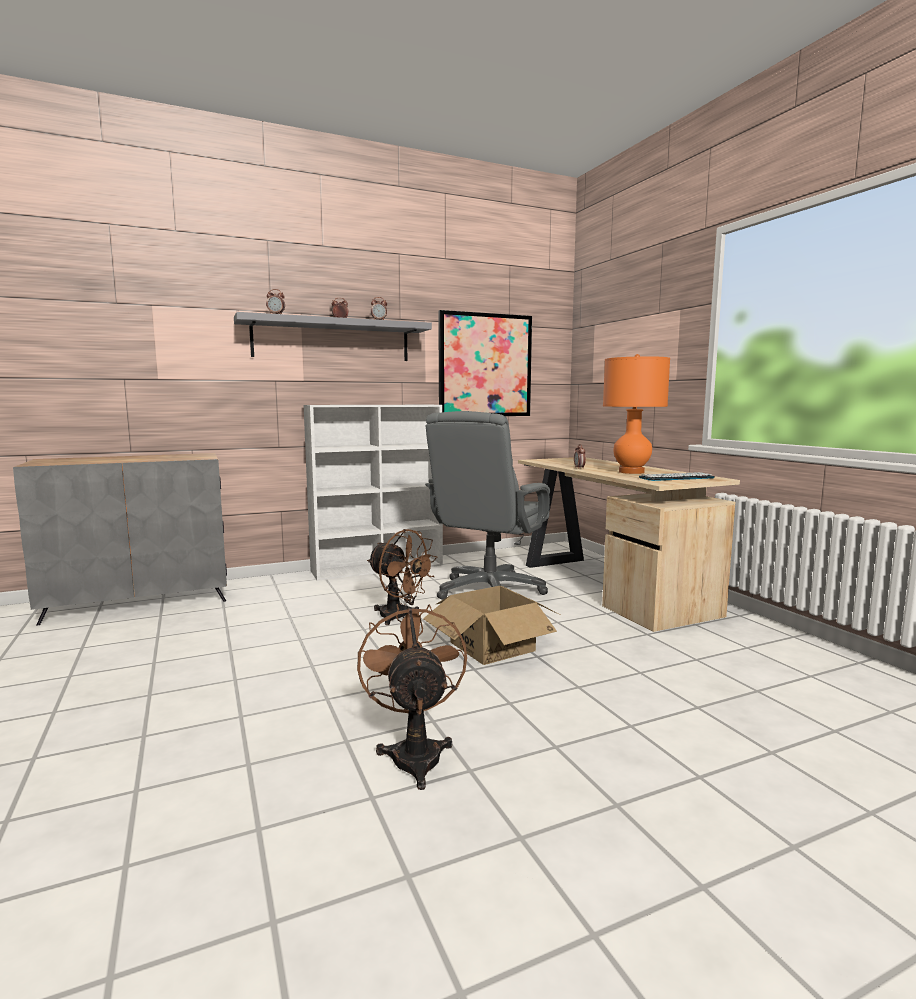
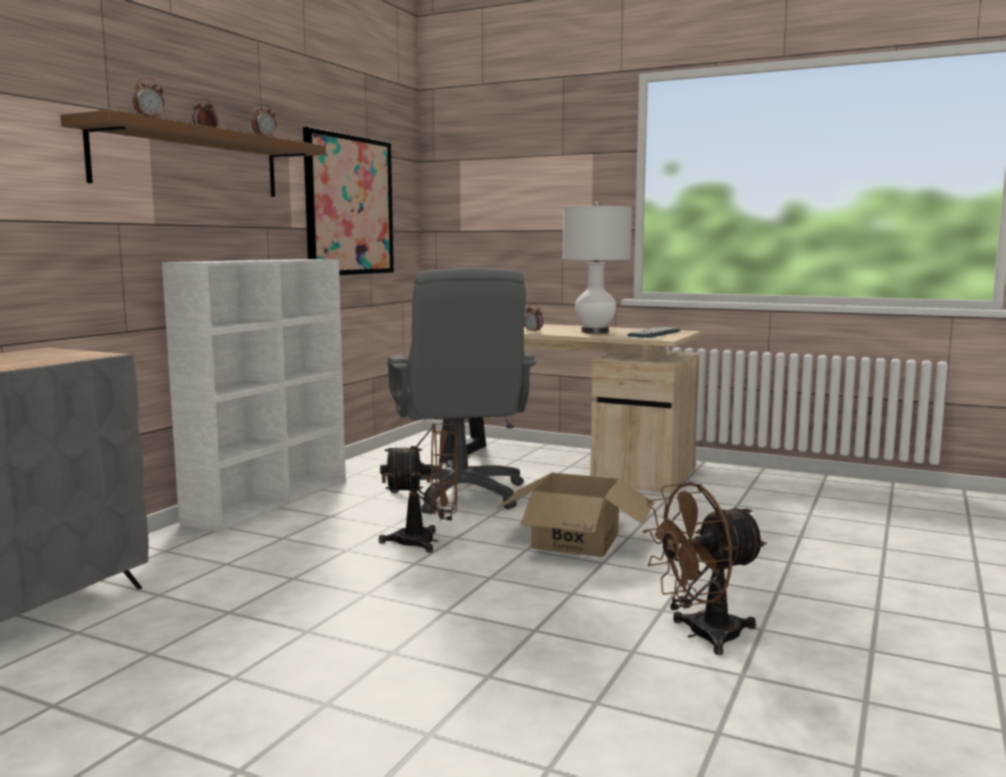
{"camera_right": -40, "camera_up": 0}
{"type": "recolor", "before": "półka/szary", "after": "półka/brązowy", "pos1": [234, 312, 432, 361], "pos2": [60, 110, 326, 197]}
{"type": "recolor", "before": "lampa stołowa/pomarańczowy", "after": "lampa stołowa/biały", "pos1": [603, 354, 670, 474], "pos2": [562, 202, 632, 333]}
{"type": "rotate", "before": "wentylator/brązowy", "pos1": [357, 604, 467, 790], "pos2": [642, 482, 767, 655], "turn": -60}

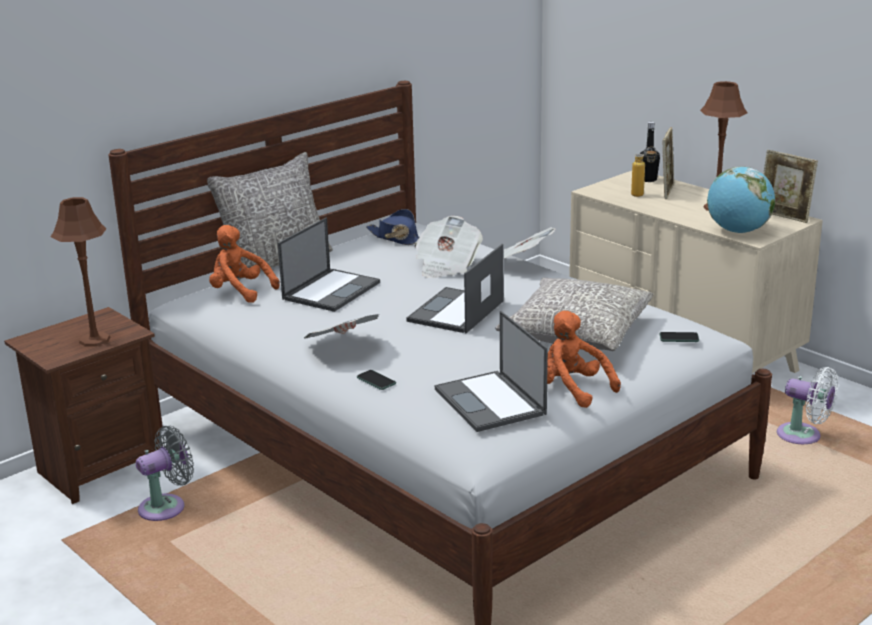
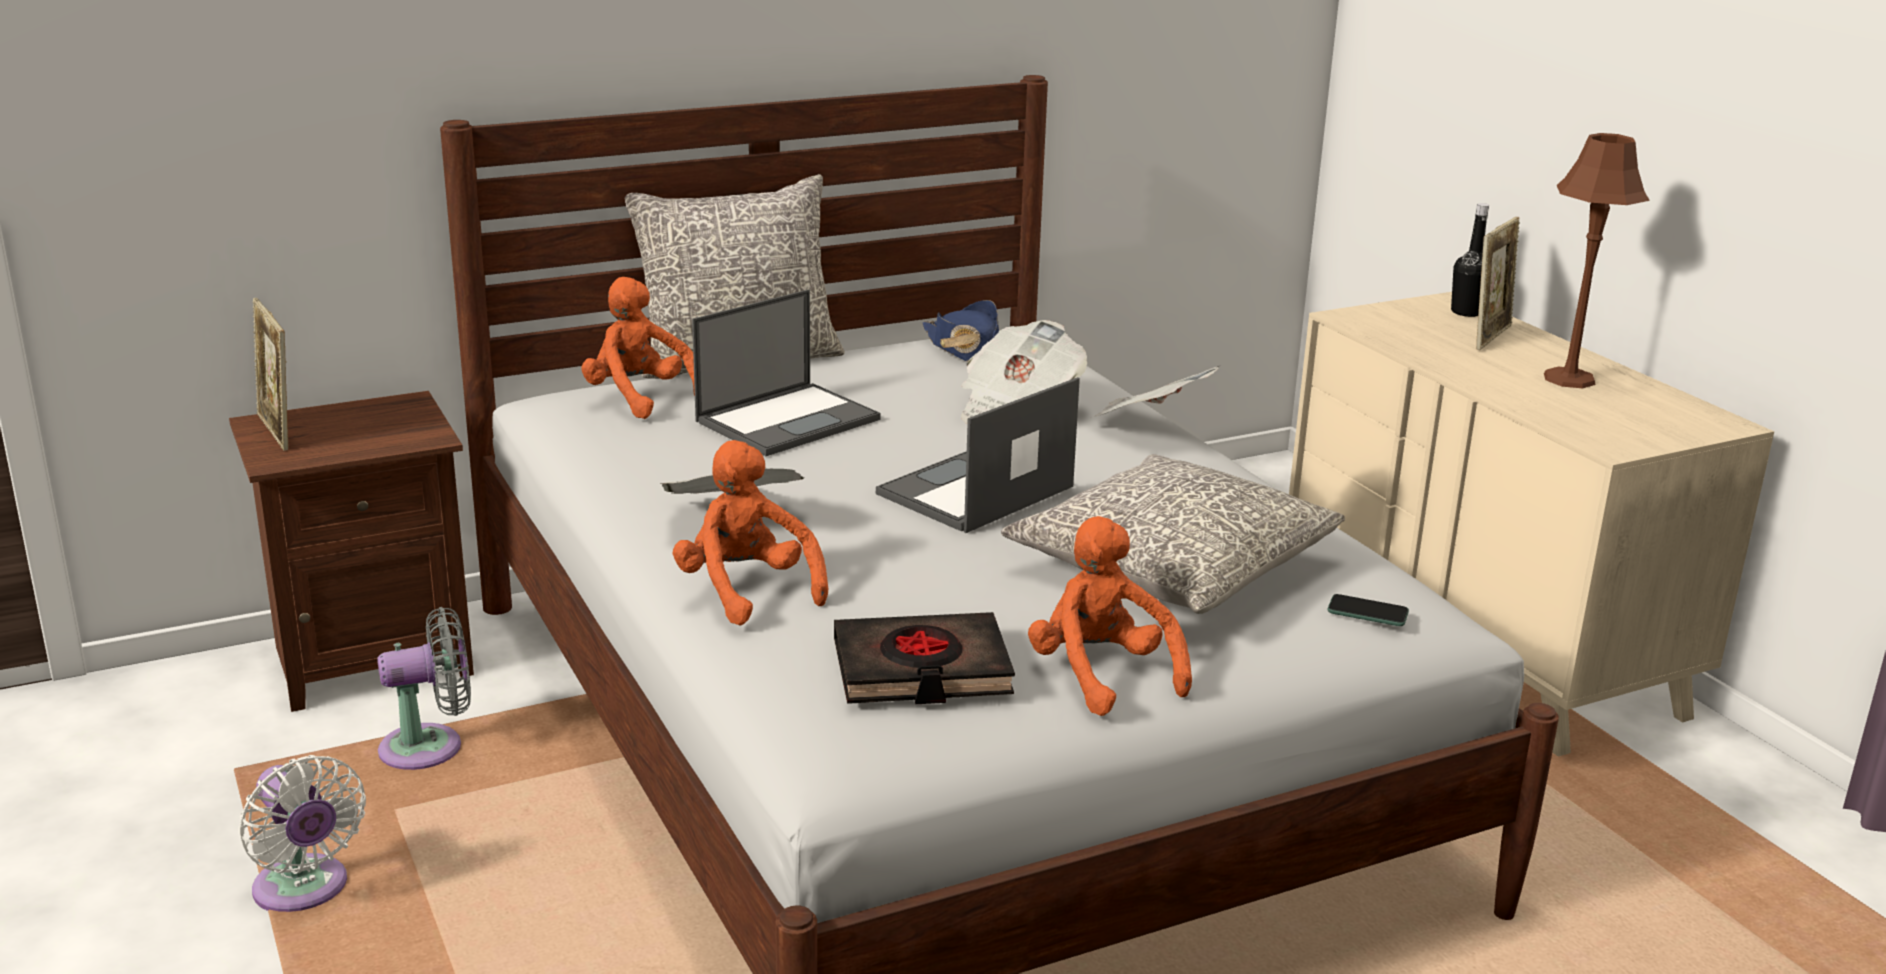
{"camera_right": 15, "camera_up": 0}
{"type": "delete", "before": "lampa stołowa/brązowy", "pos1": [51, 197, 111, 347]}
{"type": "delete", "before": "butelka", "pos1": [631, 147, 657, 197]}
{"type": "delete", "before": "globus", "pos1": [707, 167, 775, 233]}
{"type": "move", "before": "ramka na zdjęcie", "pos1": [763, 150, 818, 223], "pos2": [252, 298, 288, 451]}
{"type": "move", "before": "wentylator/biały", "pos1": [777, 367, 838, 444], "pos2": [238, 755, 366, 912]}
{"type": "replace", "before": "telefon", "after": "pluszak/pomarańczowy", "pos1": [357, 370, 396, 390], "pos2": [672, 440, 828, 626]}
{"type": "replace", "before": "laptop", "after": "książka/czarny", "pos1": [435, 311, 548, 432], "pos2": [834, 612, 1015, 704]}

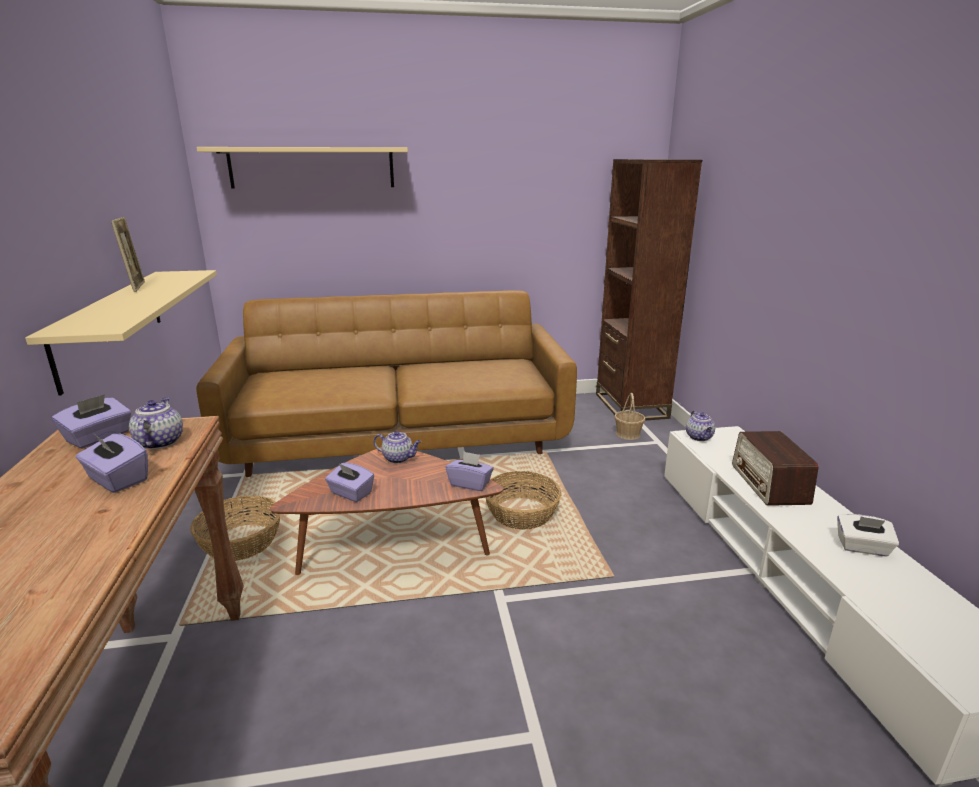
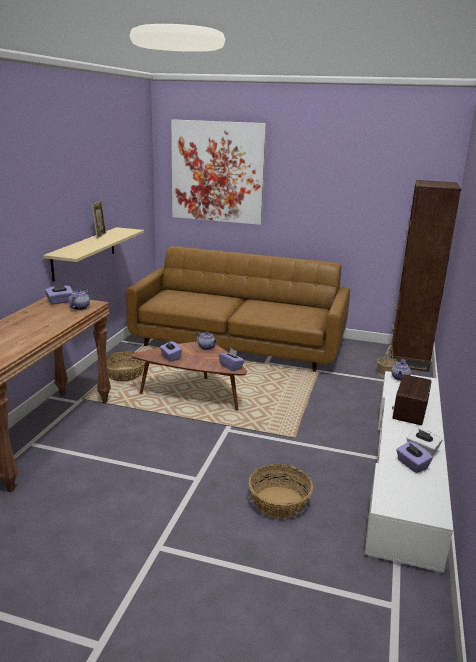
{"camera_right": 25, "camera_up": 0}
{"type": "move", "before": "pudełko chusteczek/fioletowy", "pos1": [76, 432, 148, 493], "pos2": [396, 441, 433, 473]}
{"type": "move", "before": "koszyk", "pos1": [485, 471, 561, 530], "pos2": [249, 464, 313, 518]}
{"type": "replace", "before": "półka/beżowy", "after": "obraz", "pos1": [196, 147, 408, 189], "pos2": [171, 119, 267, 225]}

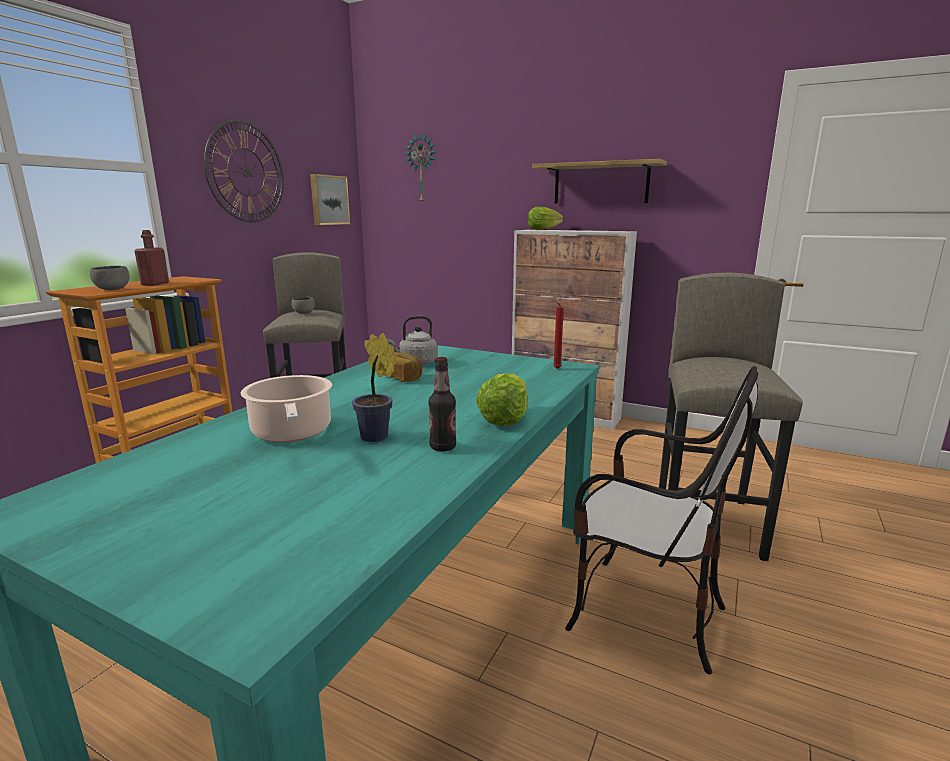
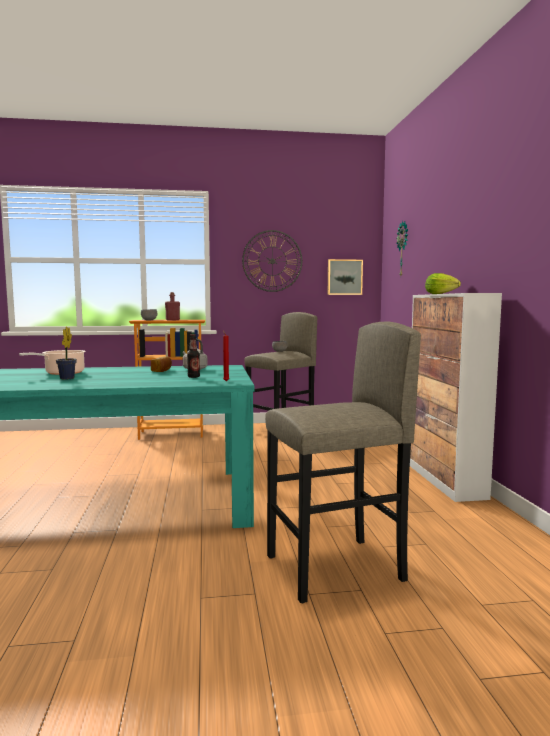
{"camera_right": 55, "camera_up": -10}
{"type": "delete", "before": "sałata", "pos1": [476, 373, 527, 426]}
{"type": "delete", "before": "półka", "pos1": [532, 159, 667, 204]}
{"type": "delete", "before": "krzesło", "pos1": [565, 366, 758, 674]}
{"type": "move", "before": "butelka", "pos1": [429, 357, 456, 451], "pos2": [187, 334, 200, 378]}

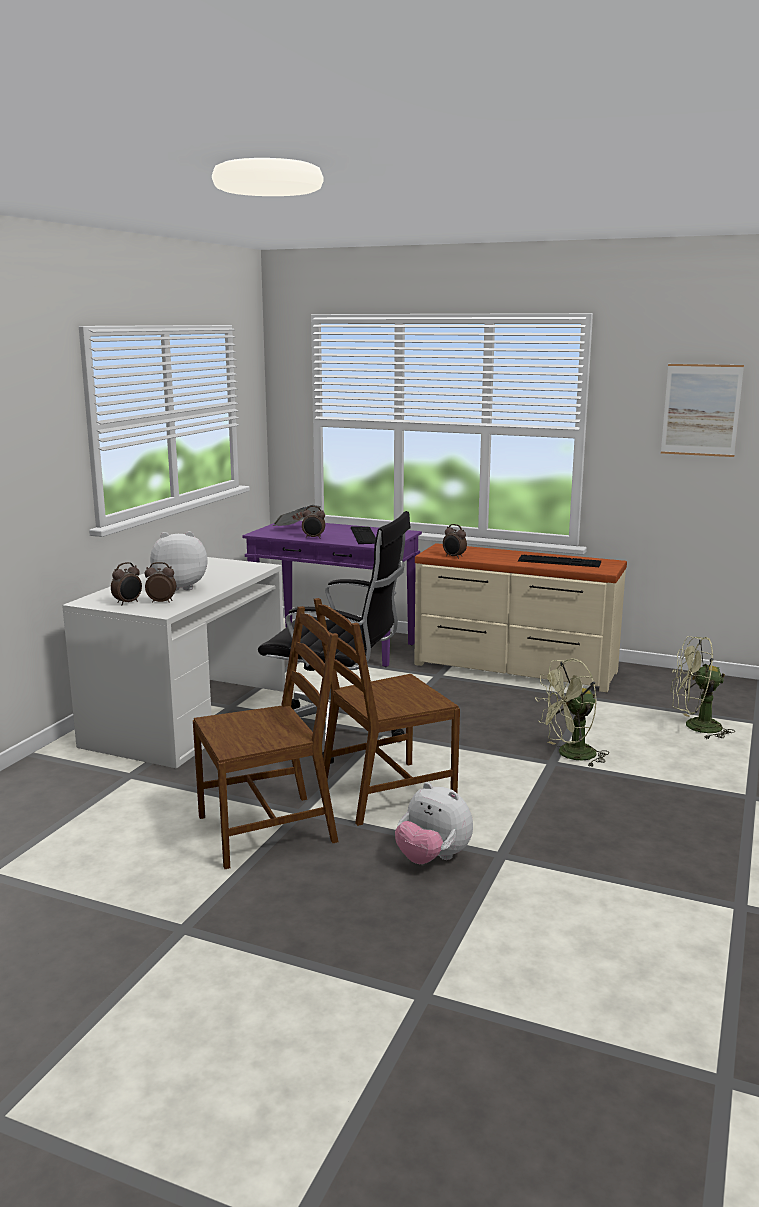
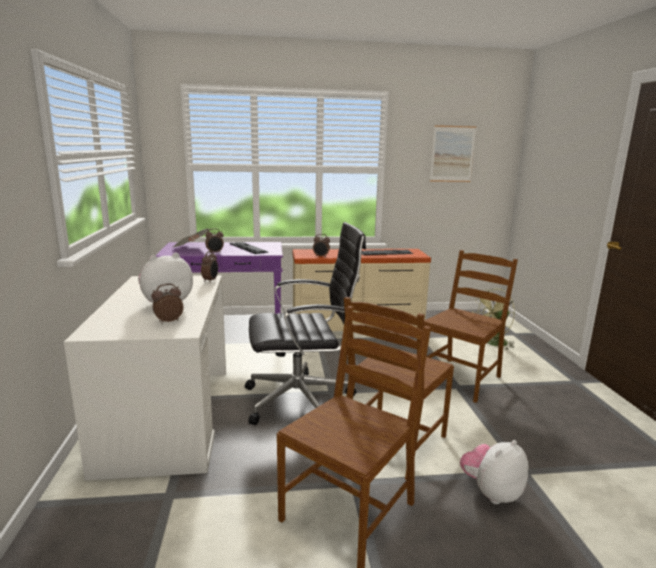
{"camera_right": -30, "camera_up": 0}
{"type": "move", "before": "budzik", "pos1": [111, 562, 142, 605], "pos2": [201, 251, 218, 282]}
{"type": "replace", "before": "wentylator/zielony", "after": "krzesło/brązowy", "pos1": [535, 659, 609, 766], "pos2": [424, 250, 518, 403]}
{"type": "rotate", "before": "pluszak", "pos1": [395, 782, 473, 864], "pos2": [460, 440, 529, 504], "turn": 135}

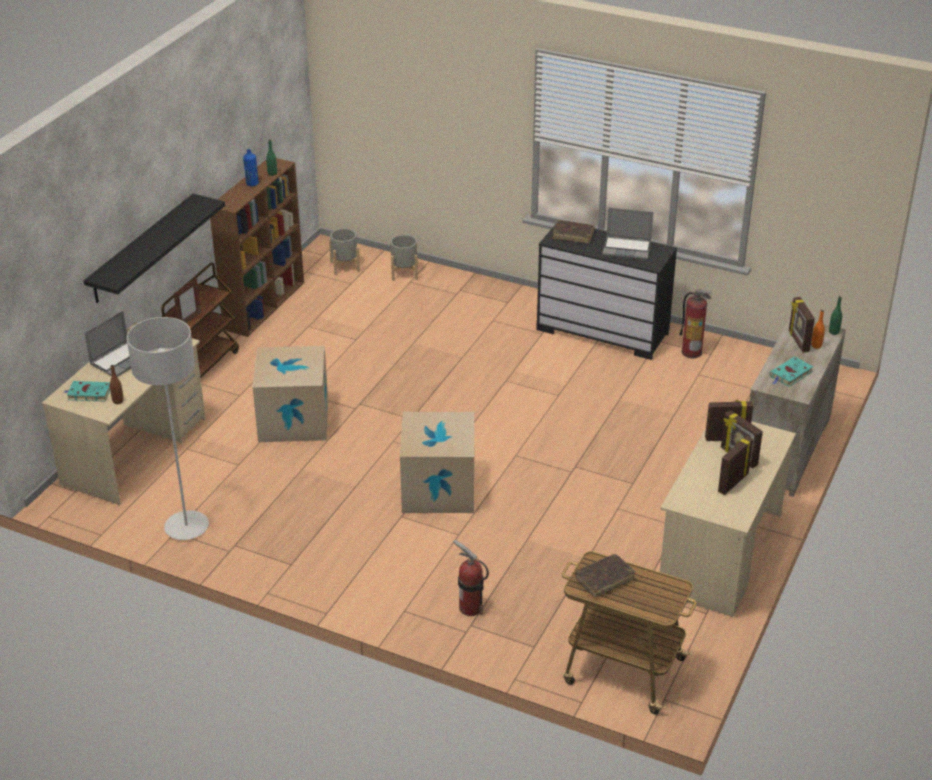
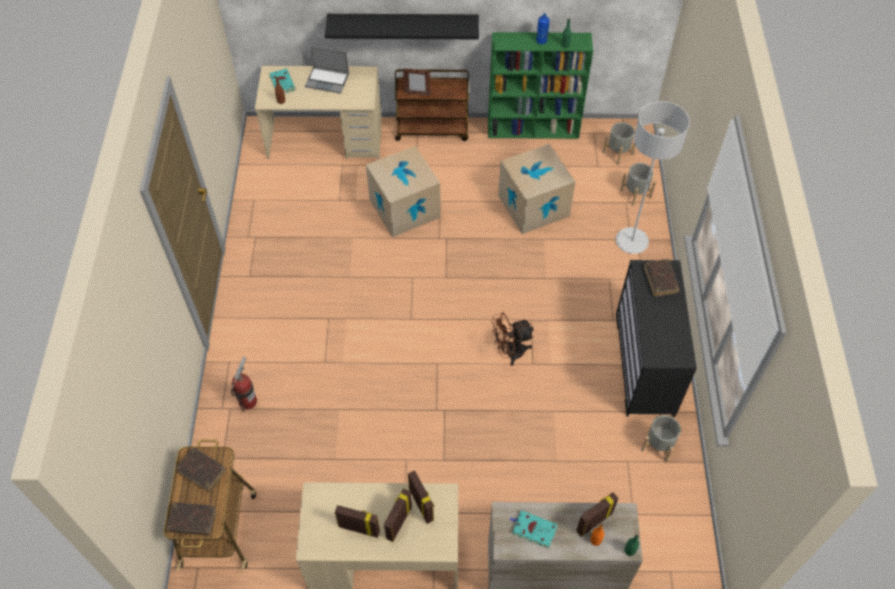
{"camera_right": 65, "camera_up": 20}
{"type": "delete", "before": "laptop", "pos1": [602, 208, 653, 260]}
{"type": "insert", "after": "książka/brązowy", "pos2": [167, 502, 217, 536]}
{"type": "insert", "after": "wentylator/brązowy", "pos2": [491, 313, 534, 366]}
{"type": "move", "before": "lampa stojąca/szary", "pos1": [127, 317, 209, 540], "pos2": [616, 101, 690, 254]}
{"type": "move", "before": "karton", "pos1": [400, 412, 474, 513], "pos2": [498, 144, 575, 234]}
{"type": "replace", "before": "gaśnica", "after": "donica/szary", "pos1": [679, 289, 712, 358], "pos2": [641, 415, 682, 462]}
{"type": "recolor", "before": "regał/brązowy", "after": "regał/zielony", "pos1": [210, 158, 304, 337], "pos2": [488, 32, 593, 139]}

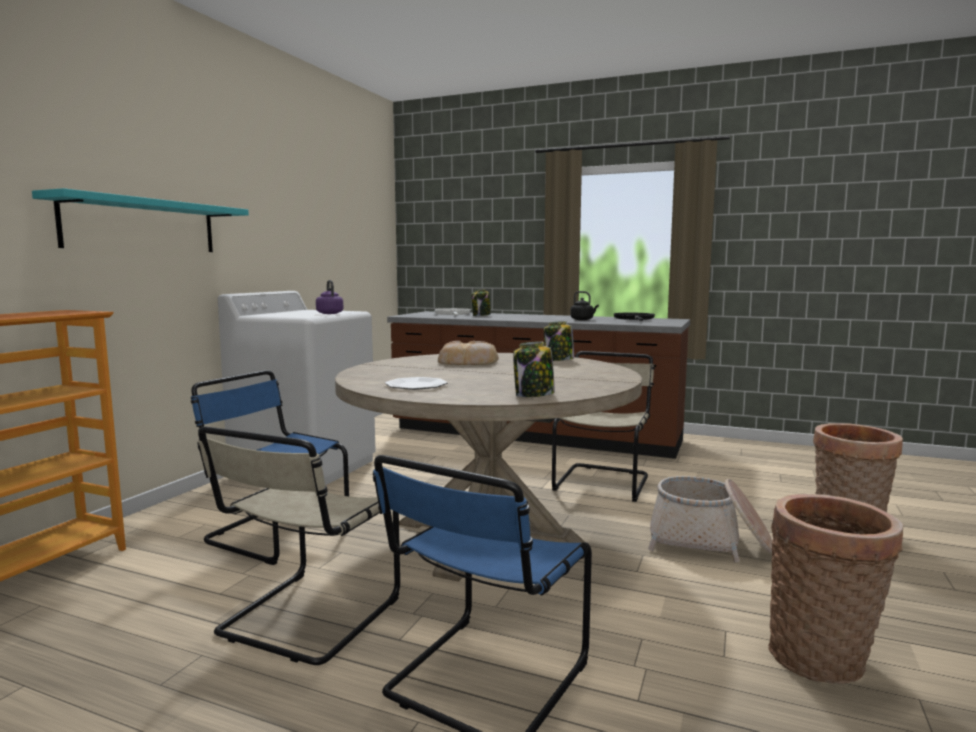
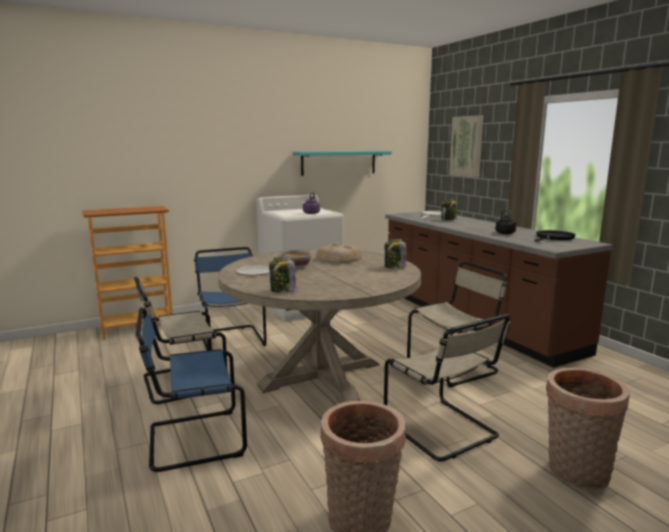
{"camera_right": 40, "camera_up": 5}
{"type": "insert", "after": "miska", "pos2": [278, 250, 312, 269]}
{"type": "insert", "after": "obraz", "pos2": [449, 115, 484, 178]}
{"type": "move", "before": "półka/turkusowy", "pos1": [32, 188, 249, 252], "pos2": [293, 151, 392, 176]}
{"type": "replace", "before": "koszyk", "after": "krzesło/beżowy", "pos1": [648, 476, 773, 563], "pos2": [384, 314, 510, 462]}

